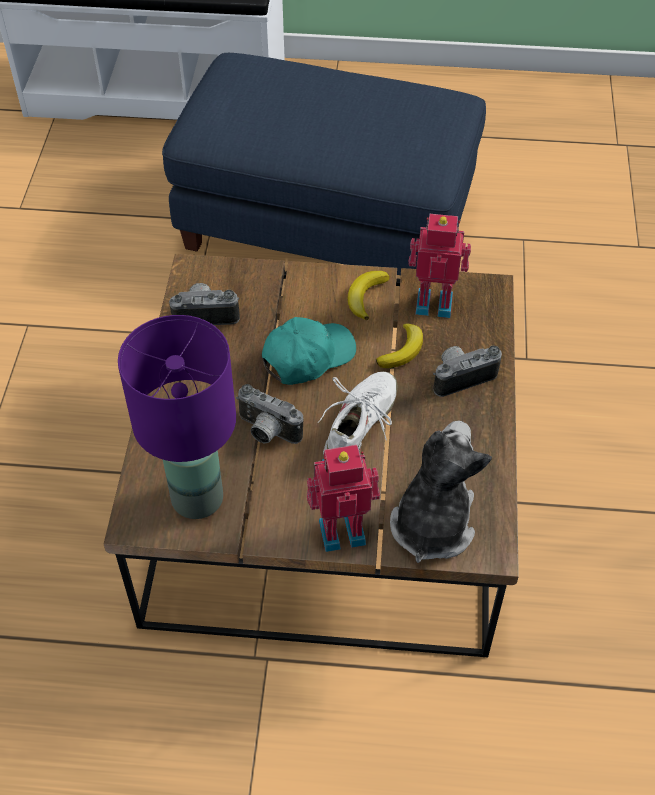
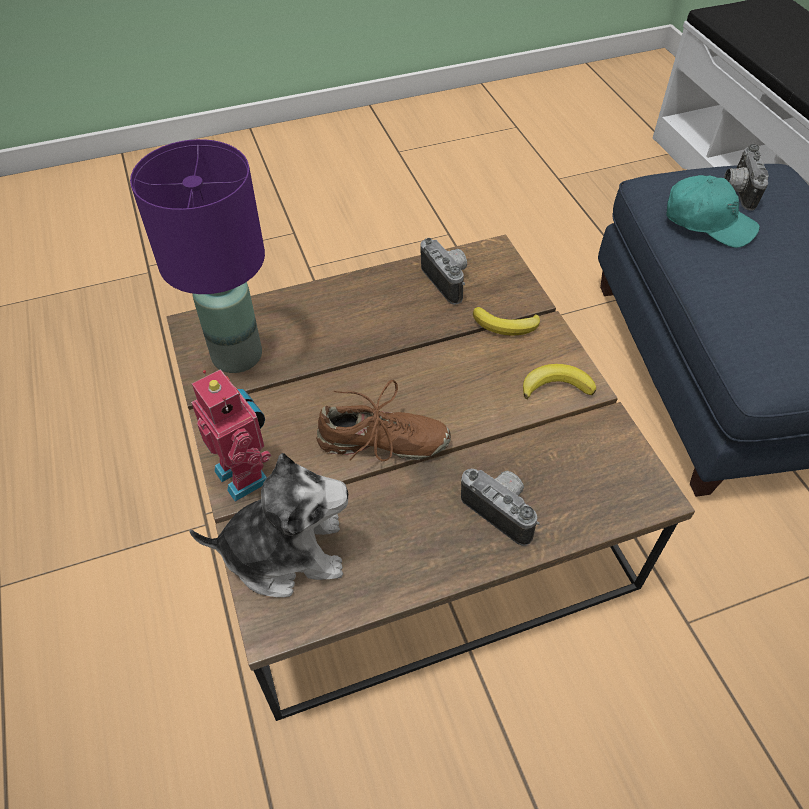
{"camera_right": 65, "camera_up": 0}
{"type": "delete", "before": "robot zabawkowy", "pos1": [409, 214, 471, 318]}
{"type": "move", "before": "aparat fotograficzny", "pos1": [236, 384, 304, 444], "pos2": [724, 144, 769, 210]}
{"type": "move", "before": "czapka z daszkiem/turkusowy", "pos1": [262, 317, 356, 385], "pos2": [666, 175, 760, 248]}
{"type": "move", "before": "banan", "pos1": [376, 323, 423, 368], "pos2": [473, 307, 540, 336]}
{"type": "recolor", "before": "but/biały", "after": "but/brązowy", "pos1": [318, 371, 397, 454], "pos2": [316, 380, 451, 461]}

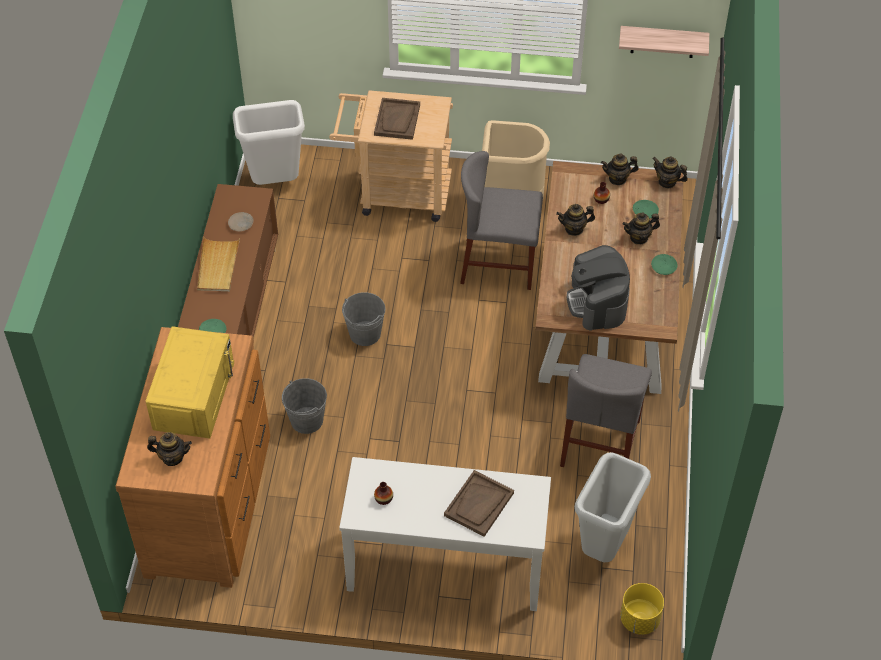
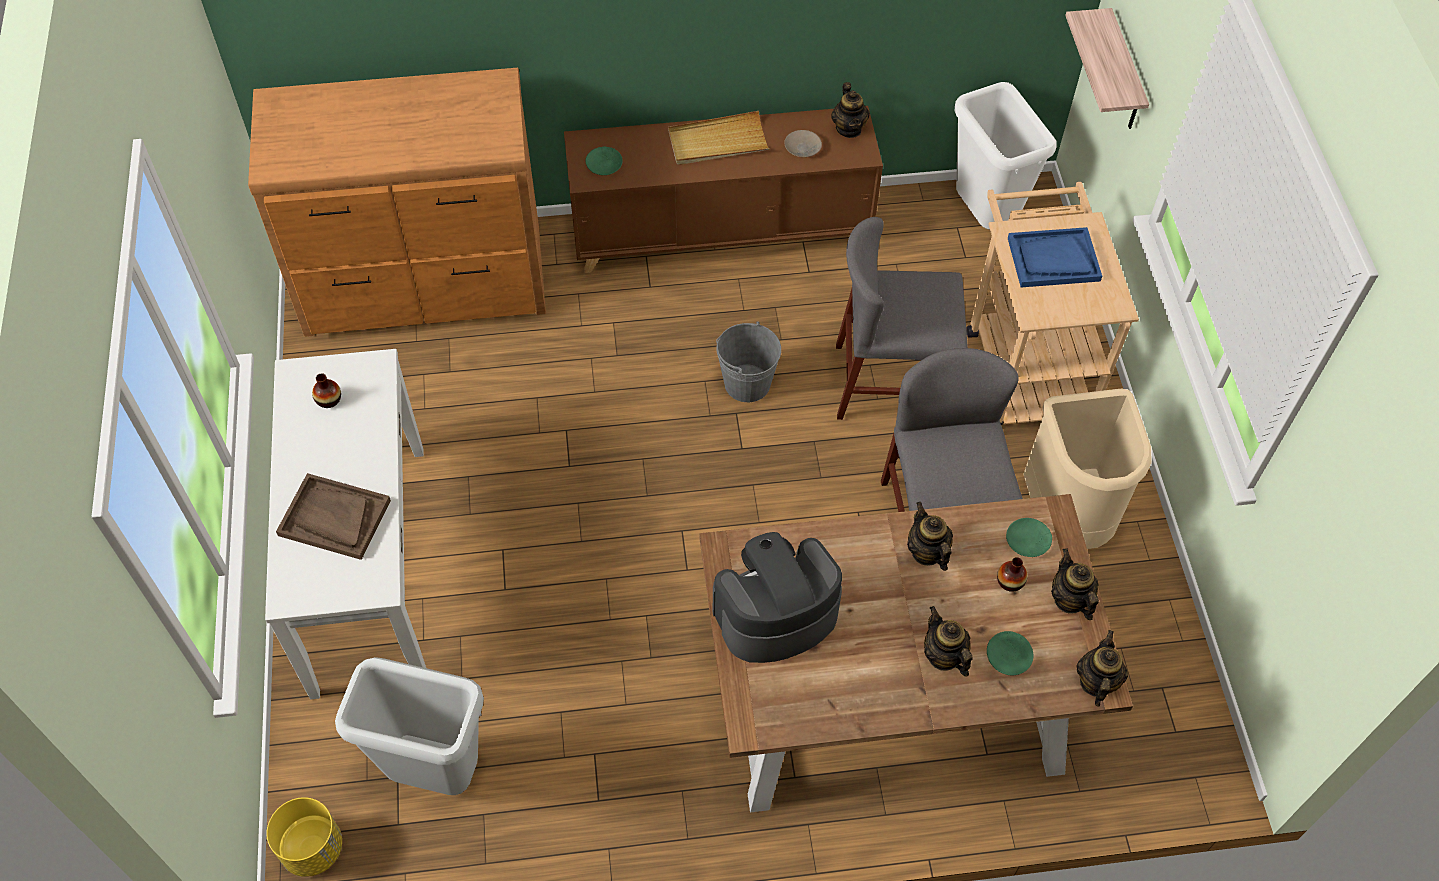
{"camera_right": 75, "camera_up": 5}
{"type": "delete", "before": "mikrofalówka/żółty", "pos1": [146, 326, 234, 438]}
{"type": "delete", "before": "wiadro/szary", "pos1": [282, 378, 327, 434]}
{"type": "move", "before": "imbryk", "pos1": [147, 432, 192, 466], "pos2": [831, 82, 870, 138]}
{"type": "move", "before": "krzesło/szary", "pos1": [560, 354, 652, 467], "pos2": [836, 217, 968, 420]}
{"type": "move", "before": "półka", "pos1": [619, 26, 709, 58], "pos2": [1065, 8, 1149, 129]}
{"type": "move", "before": "talerz/zielony", "pos1": [651, 254, 678, 275], "pos2": [1006, 518, 1052, 557]}
{"type": "recolor", "before": "taca/brązowy", "after": "taca/niebieski", "pos1": [374, 98, 420, 140], "pos2": [1008, 227, 1102, 287]}

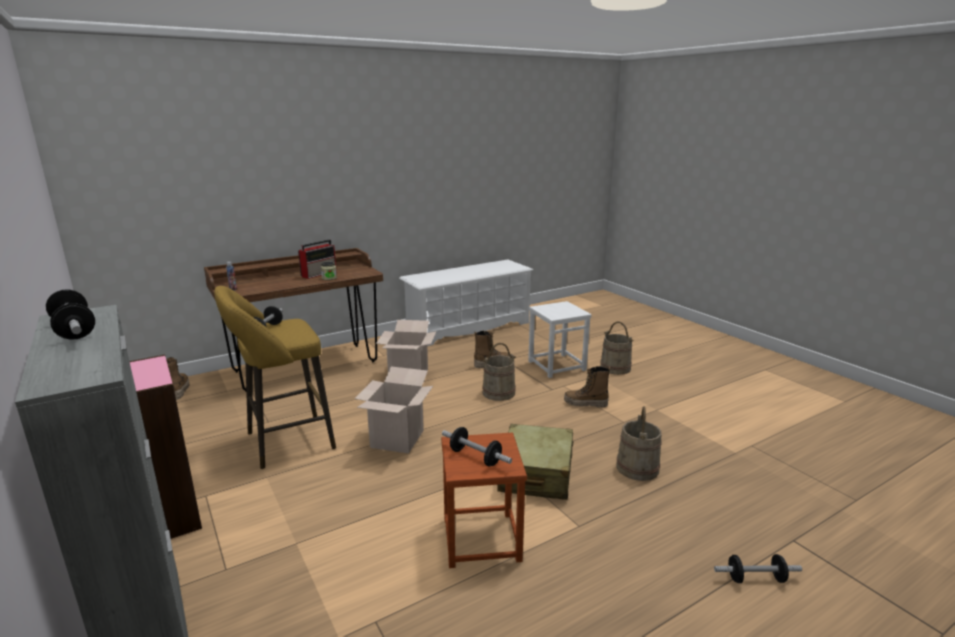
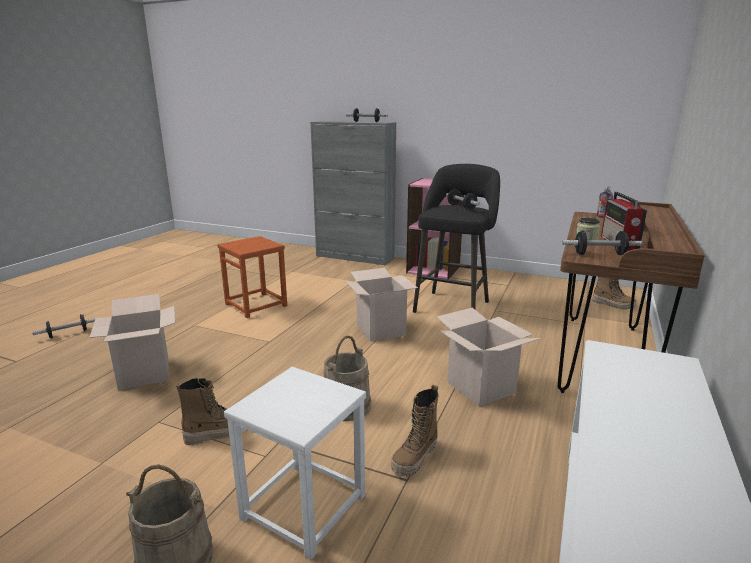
{"camera_right": 145, "camera_up": 0}
{"type": "delete", "before": "walizka/beżowy", "pos1": [498, 424, 573, 500]}
{"type": "move", "before": "hantel", "pos1": [442, 427, 512, 466], "pos2": [561, 231, 643, 255]}
{"type": "replace", "before": "wiadro/beżowy", "after": "karton", "pos1": [617, 406, 662, 481], "pos2": [89, 294, 175, 390]}
{"type": "recolor", "before": "stołek/żółty", "after": "stołek/czarny", "pos1": [214, 286, 336, 469], "pos2": [413, 164, 500, 313]}

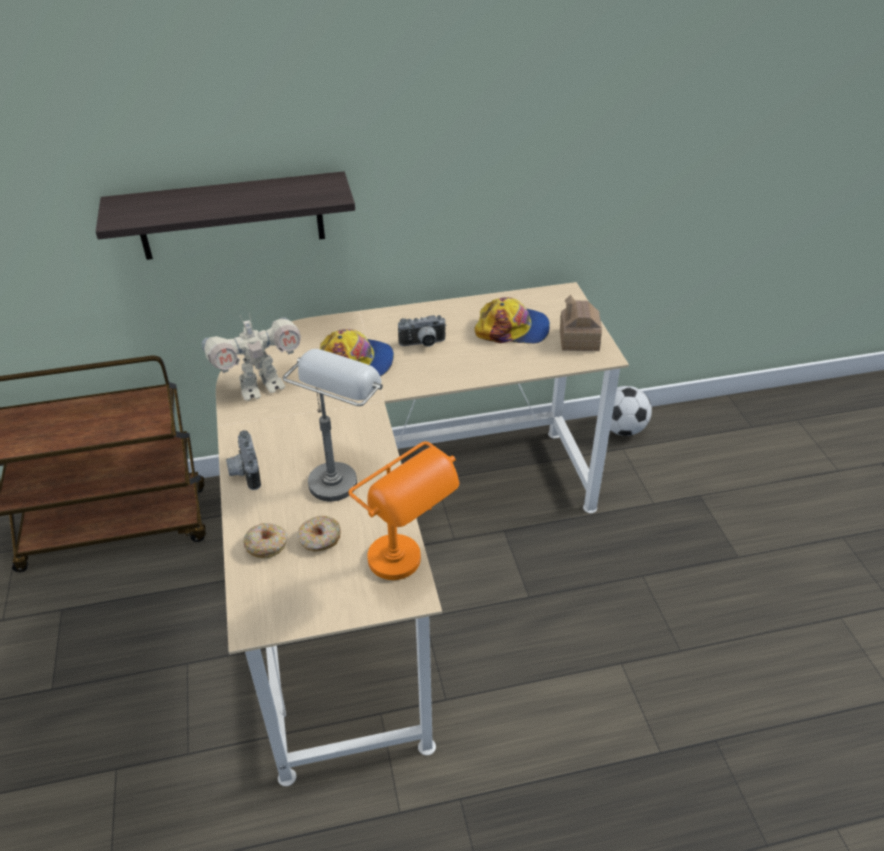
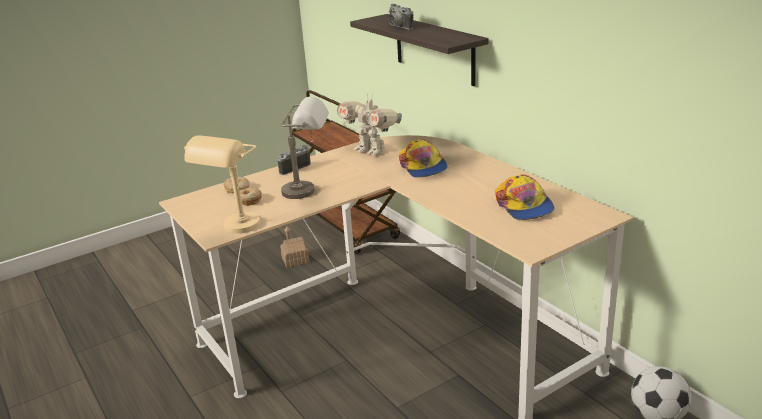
{"camera_right": 70, "camera_up": -15}
{"type": "move", "before": "aparat fotograficzny", "pos1": [398, 315, 447, 347], "pos2": [388, 4, 413, 29]}
{"type": "move", "before": "domek", "pos1": [560, 295, 602, 351], "pos2": [280, 227, 309, 268]}
{"type": "recolor", "before": "lampa stołowa/pomarańczowy", "after": "lampa stołowa/beżowy", "pos1": [348, 441, 459, 580], "pos2": [184, 135, 260, 234]}

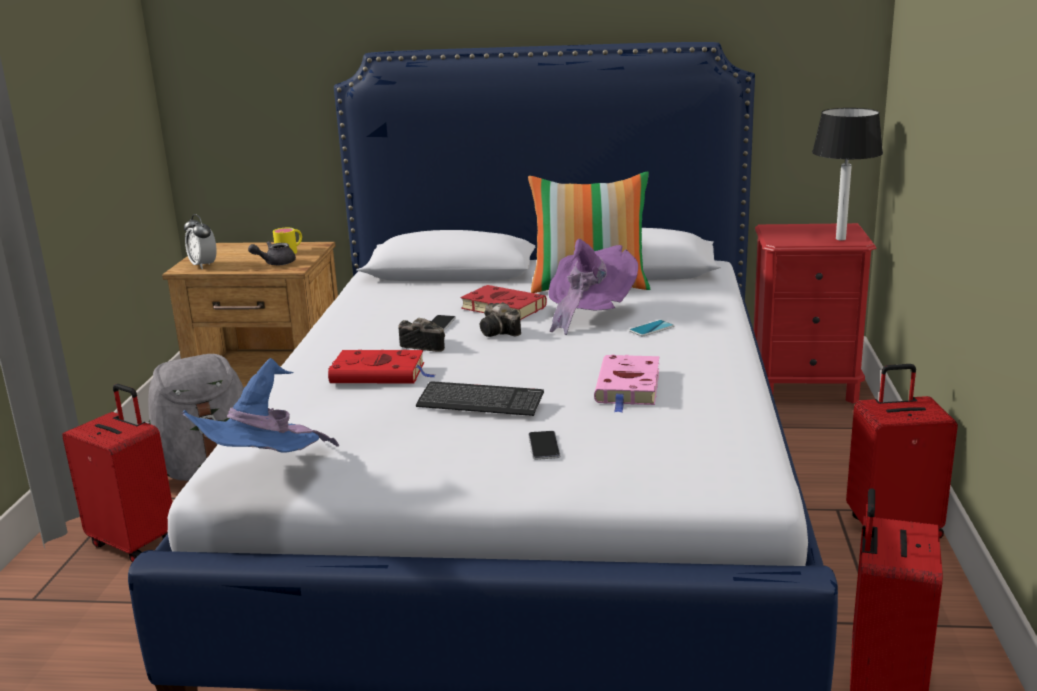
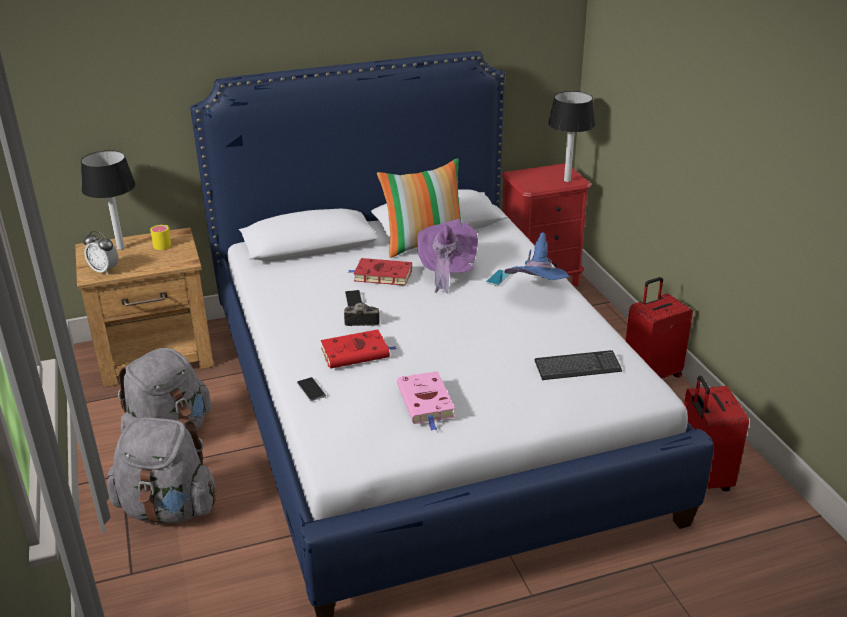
{"camera_right": -25, "camera_up": 10}
{"type": "delete", "before": "imbryk/szary", "pos1": [248, 241, 296, 265]}
{"type": "delete", "before": "aparat fotograficzny", "pos1": [480, 302, 521, 337]}
{"type": "insert", "after": "lampa stołowa", "pos2": [81, 150, 136, 250]}
{"type": "move", "before": "kapelusz/niebieski", "pos1": [182, 358, 339, 453], "pos2": [504, 232, 569, 280]}
{"type": "move", "before": "klawiatura", "pos1": [416, 381, 544, 416], "pos2": [535, 350, 622, 380]}
{"type": "move", "before": "telefon", "pos1": [528, 431, 561, 460], "pos2": [297, 377, 326, 401]}
{"type": "move", "before": "książka/różowy", "pos1": [594, 354, 659, 413], "pos2": [397, 371, 455, 431]}
{"type": "replace", "before": "walizka/czerwony", "after": "plecak/szary", "pos1": [62, 384, 172, 562], "pos2": [107, 417, 217, 524]}

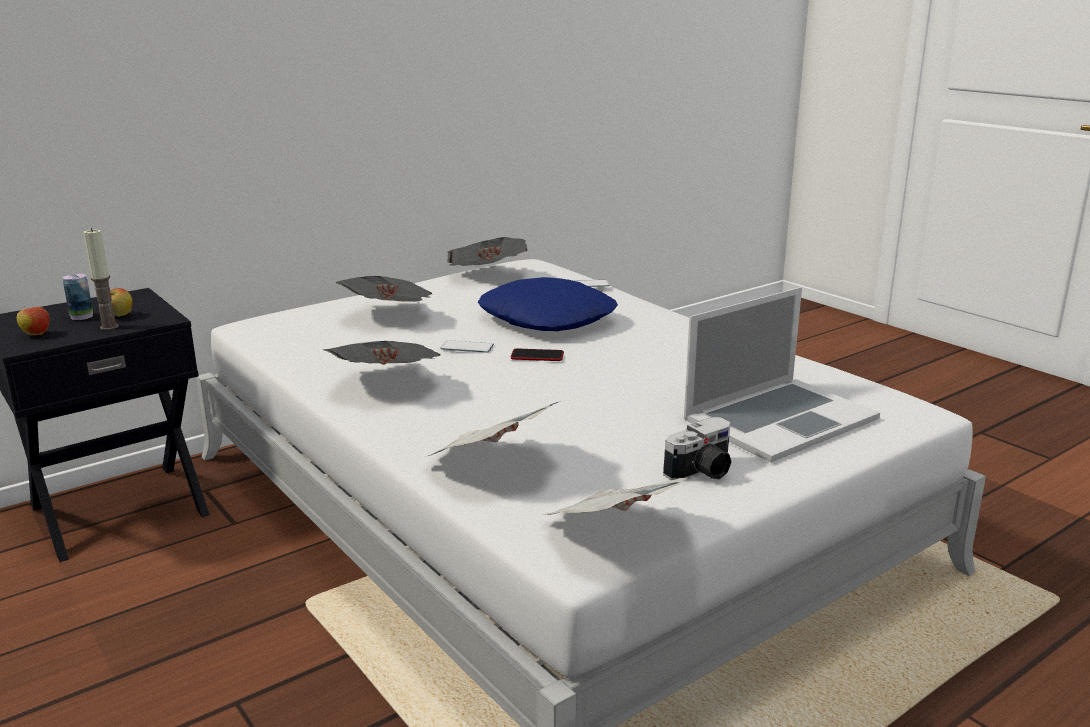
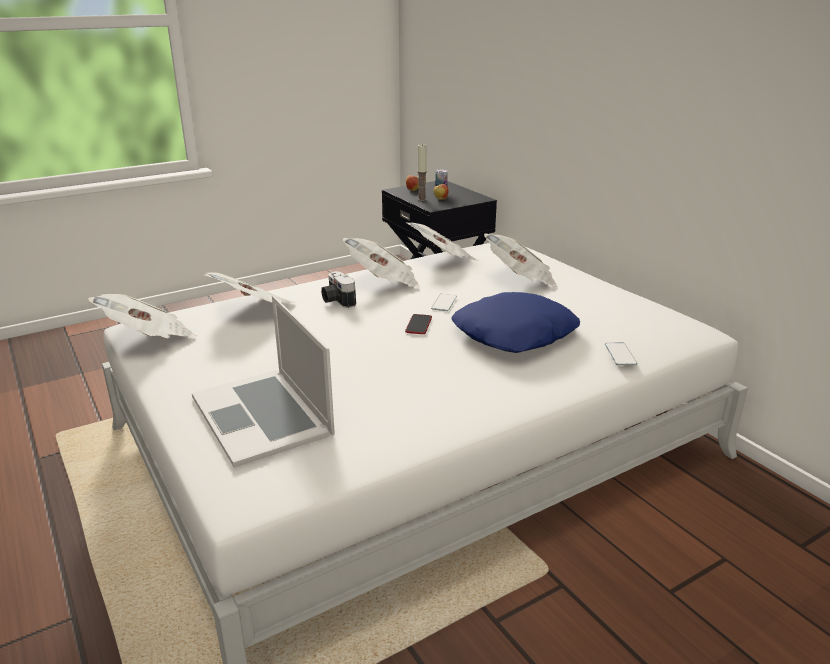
{"camera_right": 95, "camera_up": 5}
{"type": "move", "before": "gazeta", "pos1": [447, 237, 528, 266], "pos2": [407, 223, 480, 261]}
{"type": "move", "before": "aparat fotograficzny", "pos1": [663, 417, 732, 480], "pos2": [321, 271, 356, 308]}

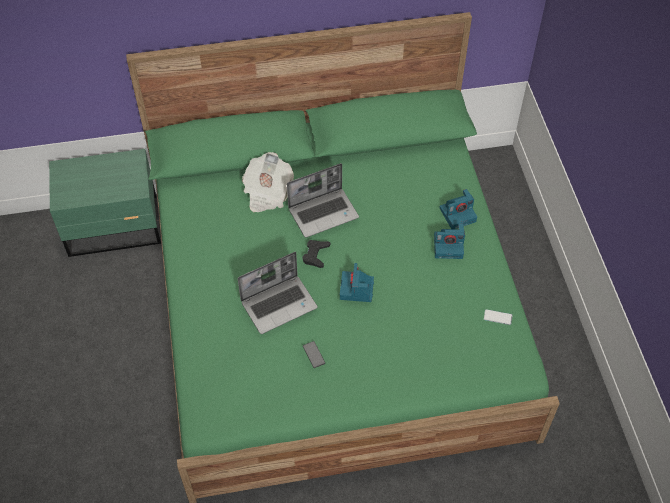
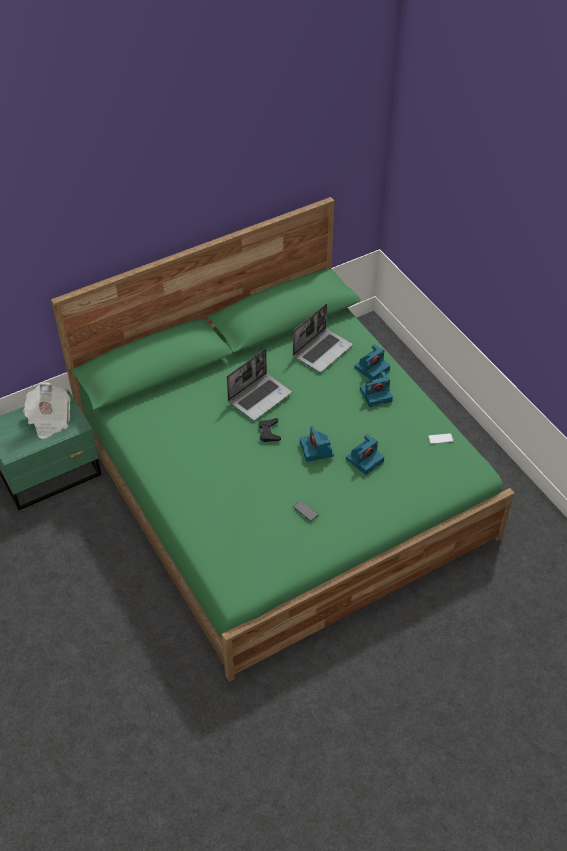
{"camera_right": -20, "camera_up": -5}
{"type": "insert", "after": "aparat fotograficzny", "pos2": [346, 434, 384, 475]}
{"type": "move", "before": "laptop", "pos1": [238, 252, 318, 334], "pos2": [293, 304, 353, 373]}
{"type": "move", "before": "gazeta", "pos1": [242, 152, 294, 212], "pos2": [23, 382, 70, 439]}

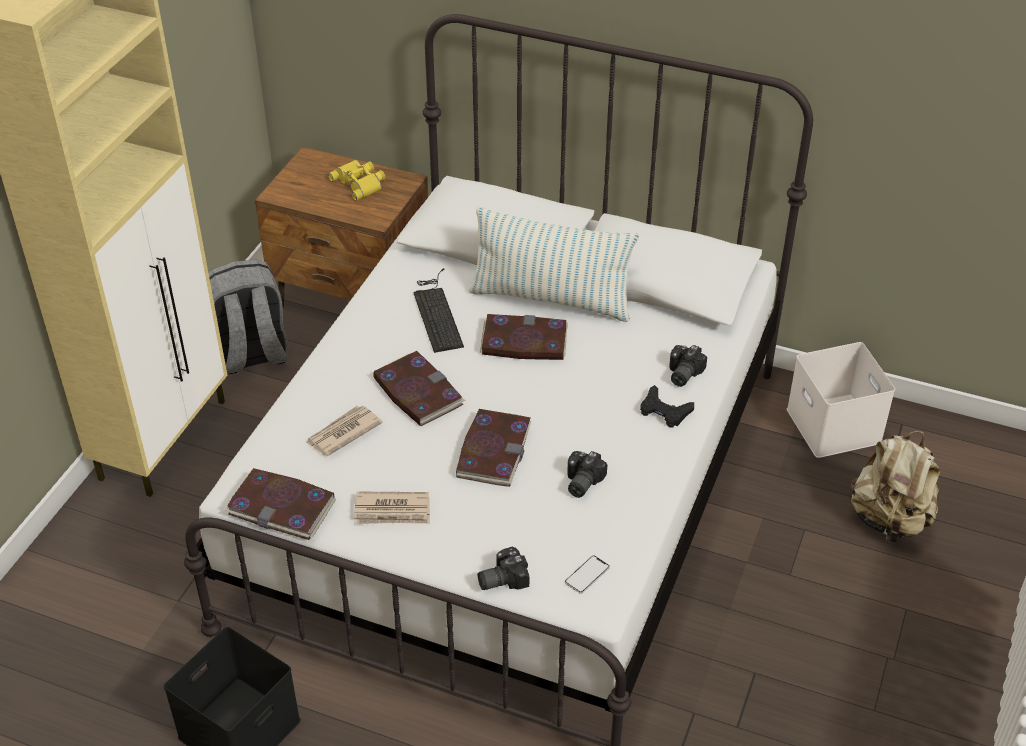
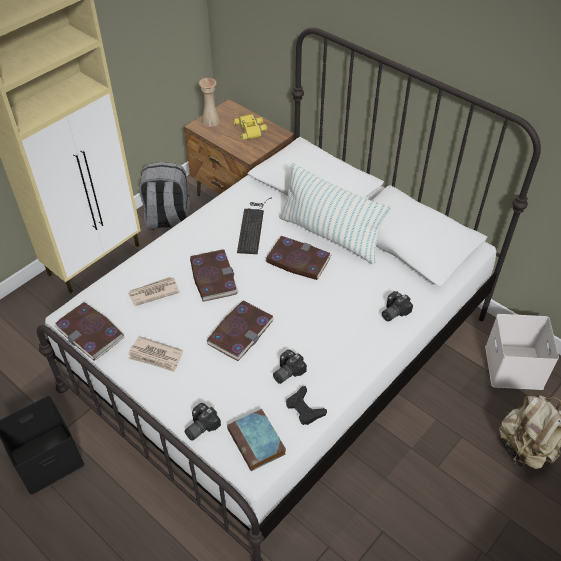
{"camera_right": 20, "camera_up": 5}
{"type": "insert", "after": "wazon/beżowy", "pos2": [199, 78, 221, 127]}
{"type": "move", "before": "pad do gier/czarny", "pos1": [640, 385, 694, 428], "pos2": [286, 386, 327, 425]}
{"type": "replace", "before": "telefon", "after": "książka", "pos1": [565, 555, 610, 594], "pos2": [227, 409, 286, 471]}
{"type": "rotate", "before": "aparat fotograficzny", "pos1": [477, 547, 529, 590], "pos2": [184, 403, 221, 441], "turn": -45}

